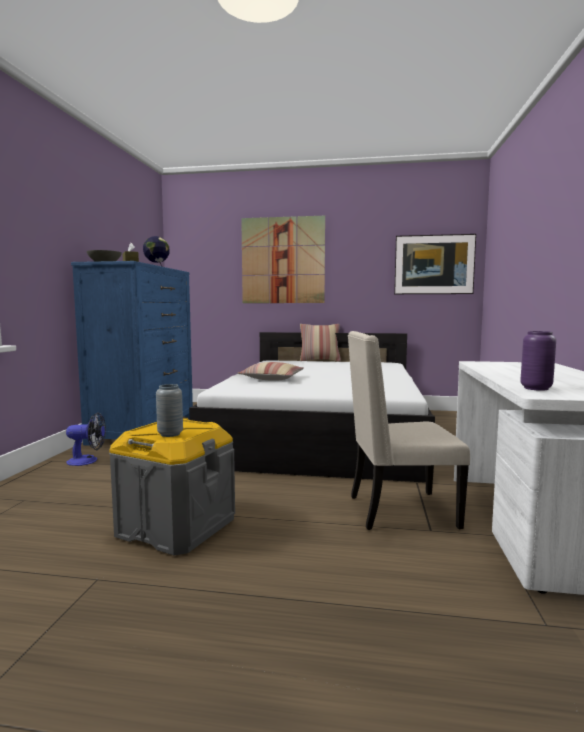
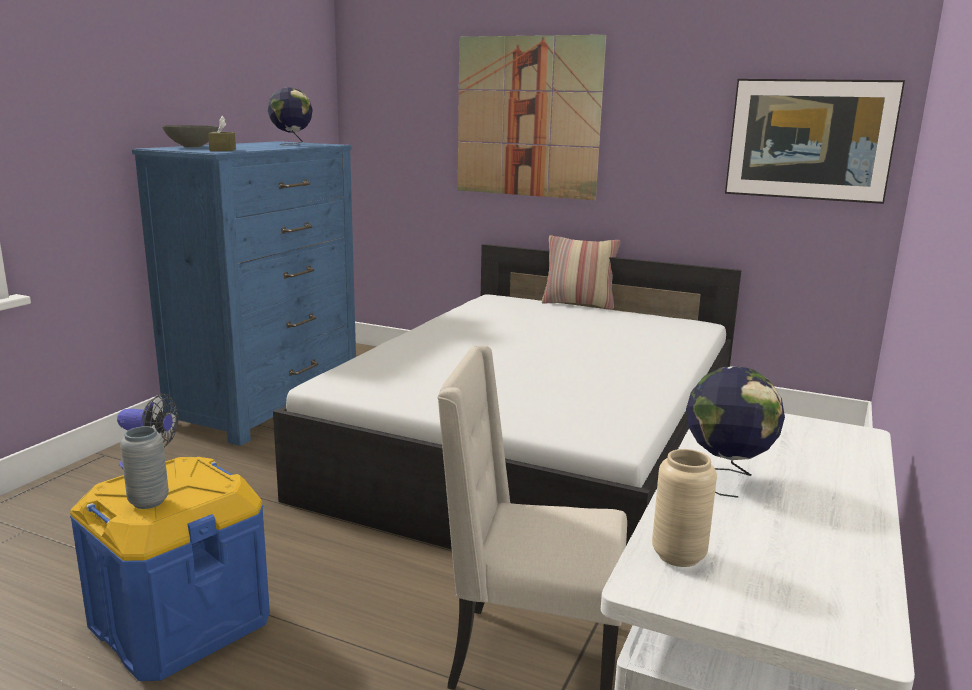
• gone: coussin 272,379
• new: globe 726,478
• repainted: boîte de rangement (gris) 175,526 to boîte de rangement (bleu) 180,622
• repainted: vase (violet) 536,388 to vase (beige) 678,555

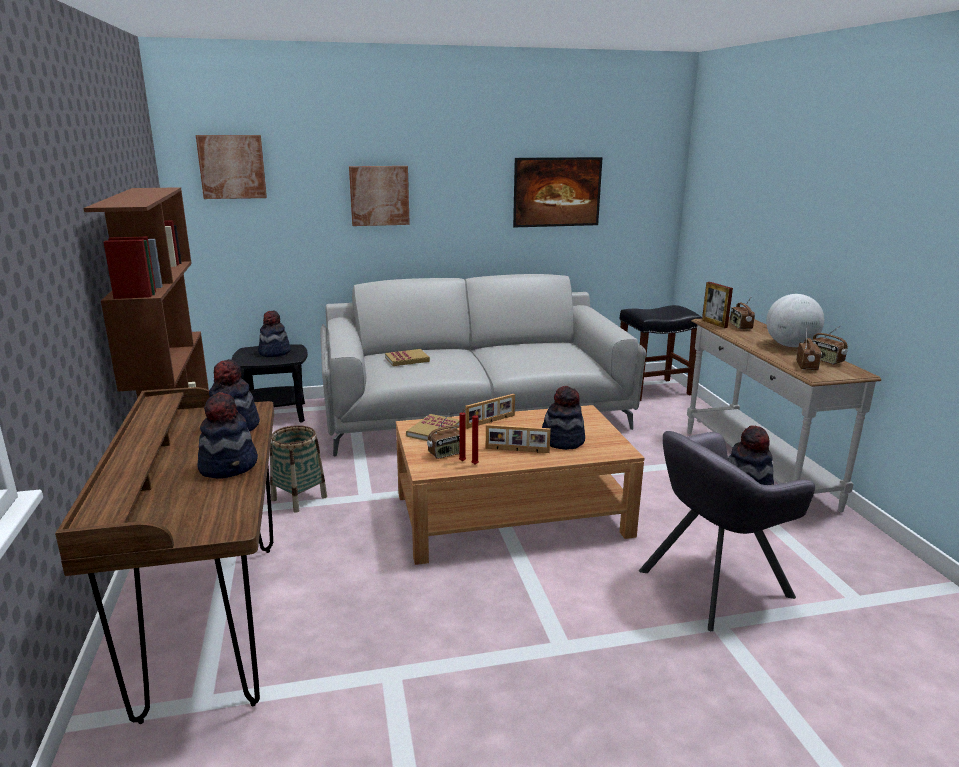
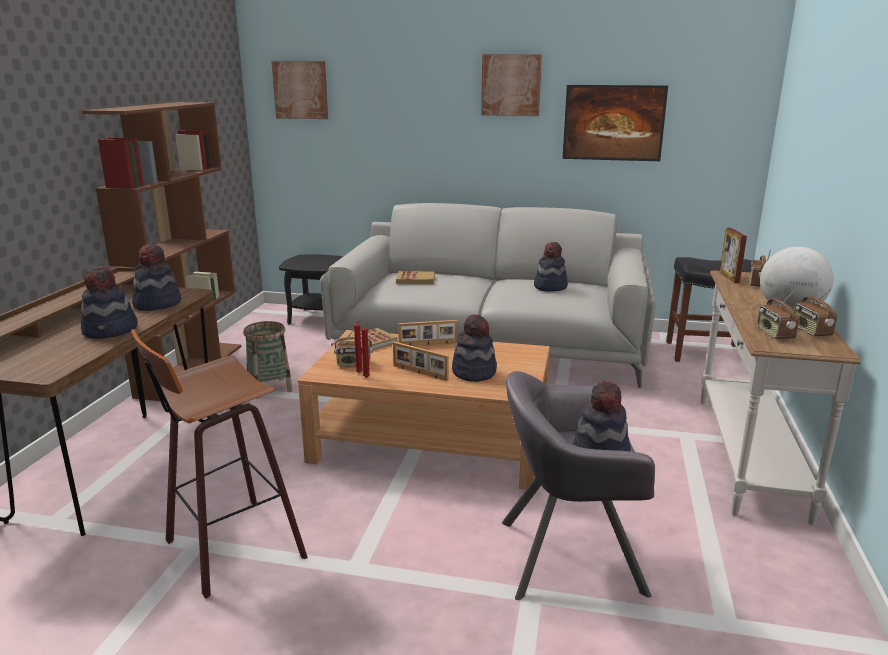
• new: tabouret 229,548
• shifted: chapeau 274,352 to 550,287
• shifted: tableau 379,195 to 511,85
• rotated: radio 807,366 = 774,334 135 degrees clockwise

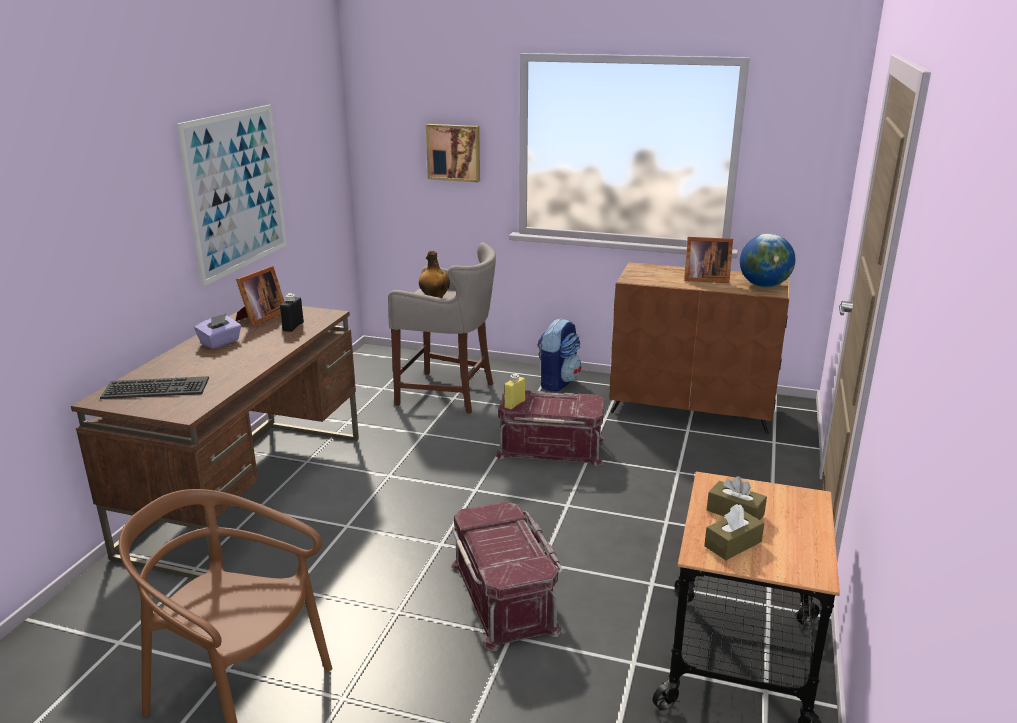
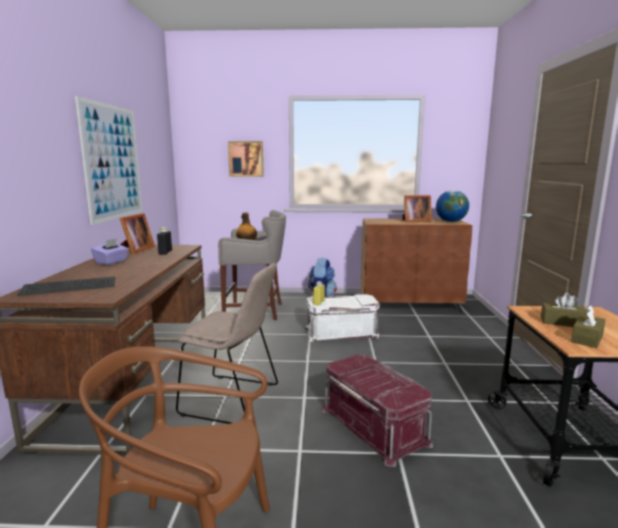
• new: chaise (beige) 233,400
• repainted: boîte de rangement (rouge) 551,447 to boîte de rangement (blanc) 341,332

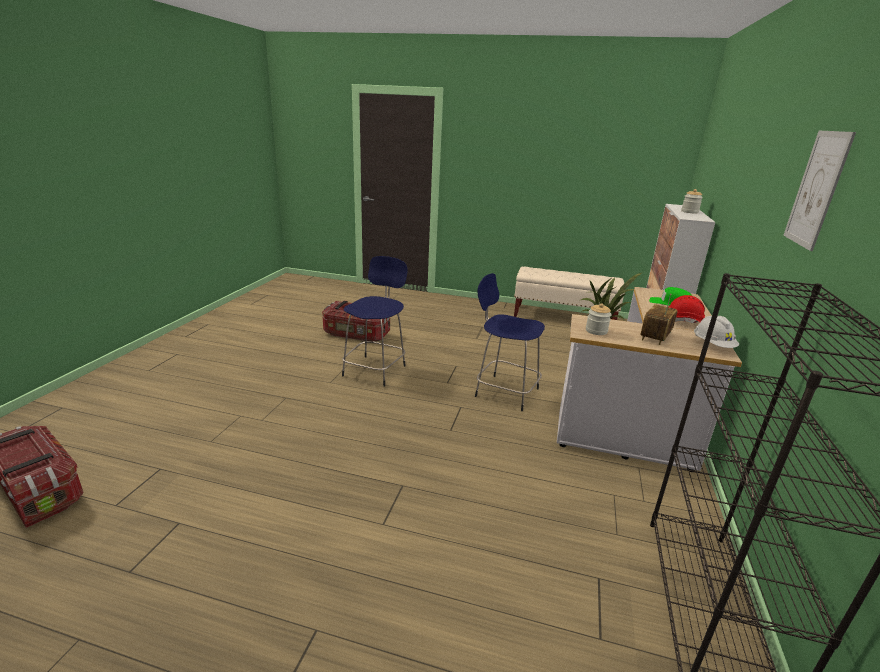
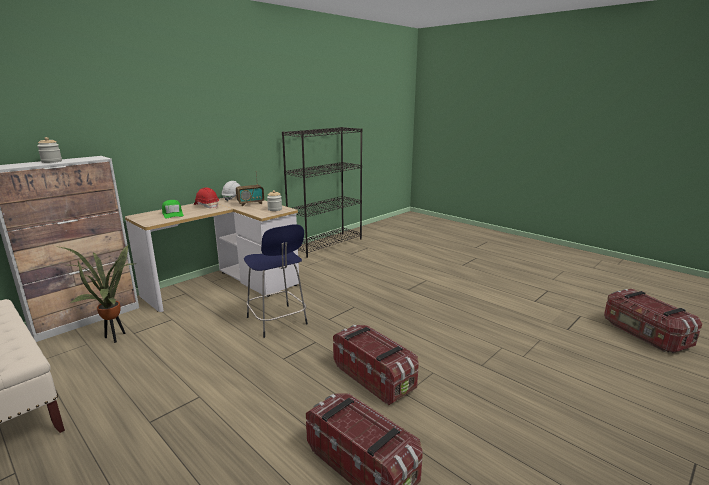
• gone: tableau 817,189
• swapped: tabouret (bleu) 375,369 to boîte de rangement 374,377

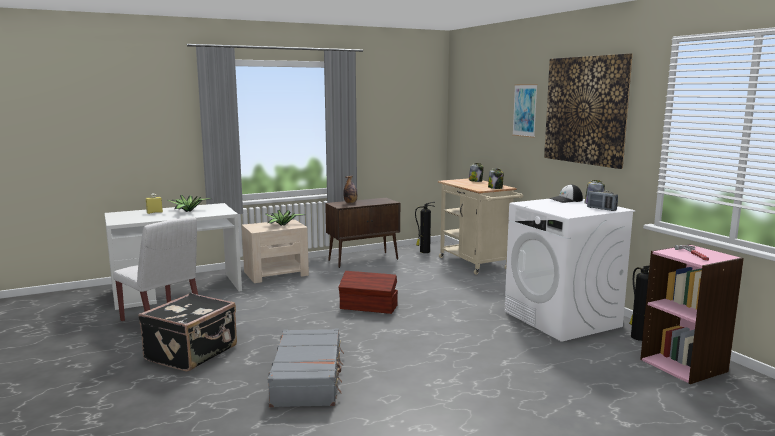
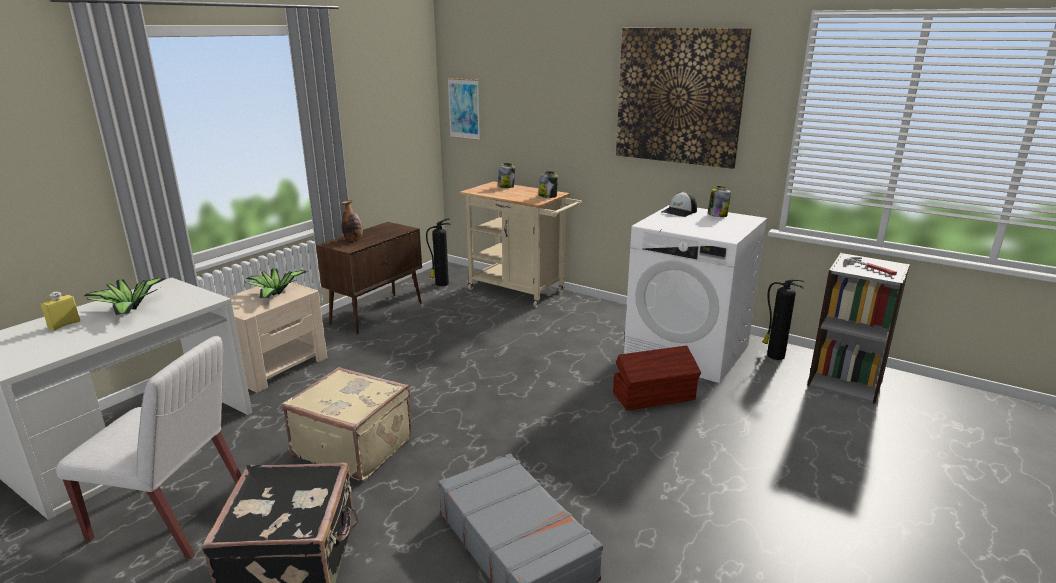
• gone: radio 601,209
• new: valise (beige) 354,447
• shifted: boîte de rangement (marron) 369,307 to 655,397
• shifted: tableau 525,110 to 464,109
• repainted: bibliothèque (rose) 684,365 to bibliothèque (gris) 846,381

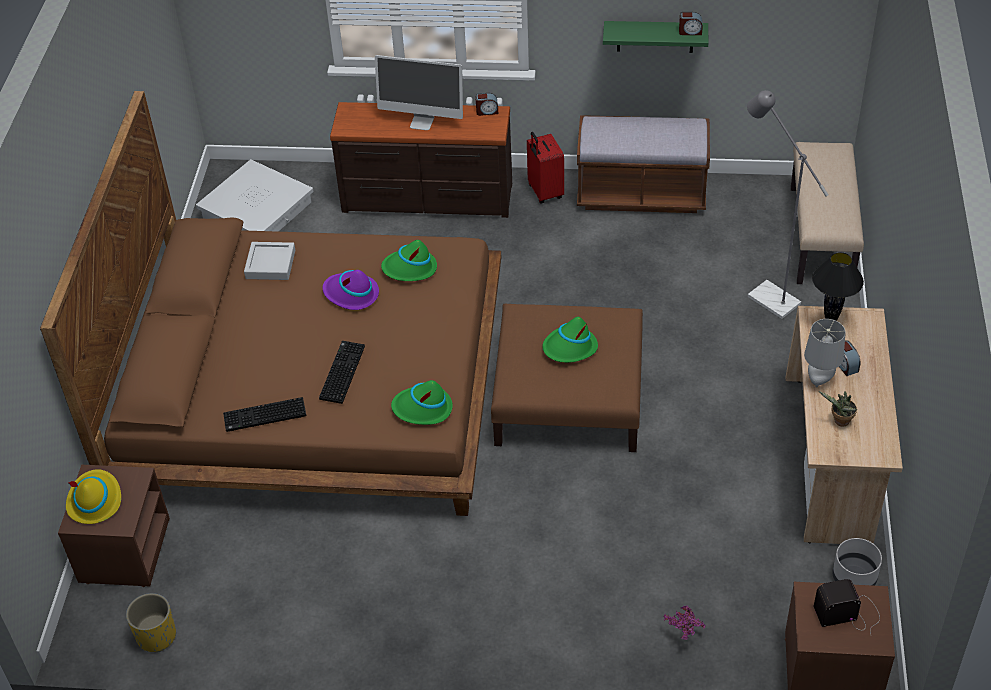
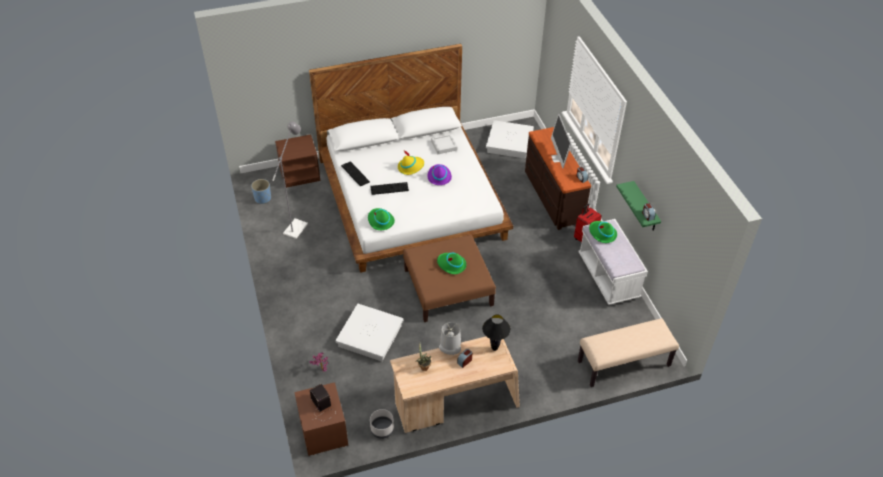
• new: boîte de rangement (blanc) 370,336
• shifted: chapeau (jaune) 94,500 to 410,167
• shifted: chapeau (vert) 410,269 to 602,233
• shifted: lampadaire (gris) 766,295 to 298,226
• repainted: lit (marron) 314,386 to lit (blanc) 411,198
• repainted: cache-pot (jaune) 156,636 to cache-pot (bleu) 262,198
• repainted: banc (marron) 641,194 to banc (blanc) 608,277

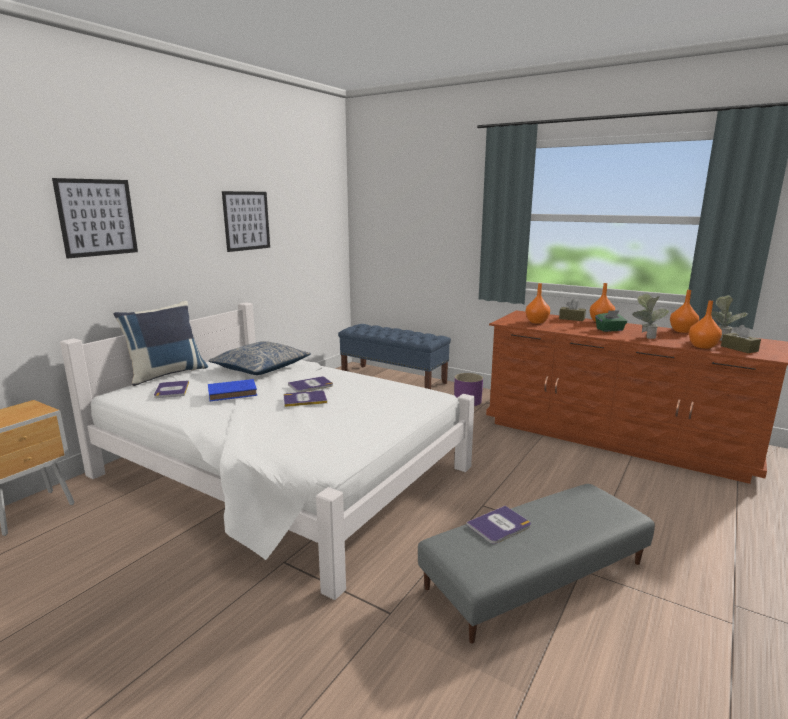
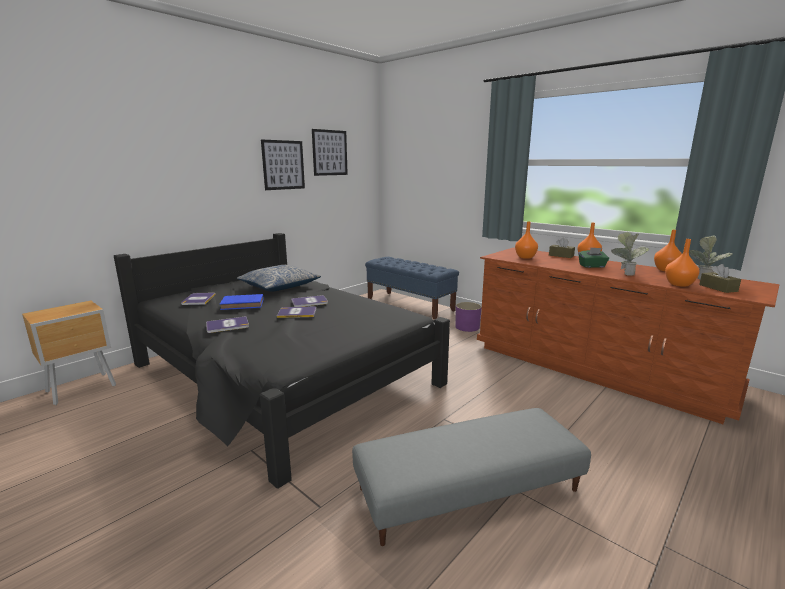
• gone: coussin (bleu) 166,374
• shifted: tableau 97,217 to 330,152
• shifted: livre 499,525 to 227,325
• repainted: lit (blanc) 281,473 to lit (noir) 283,375

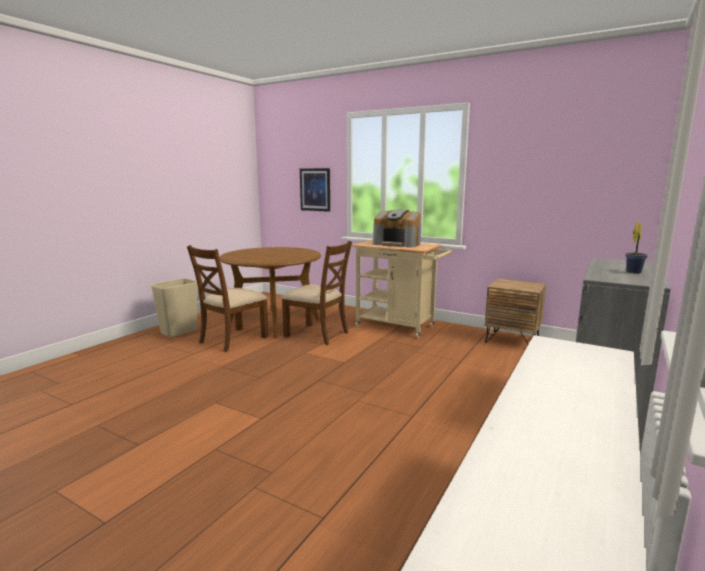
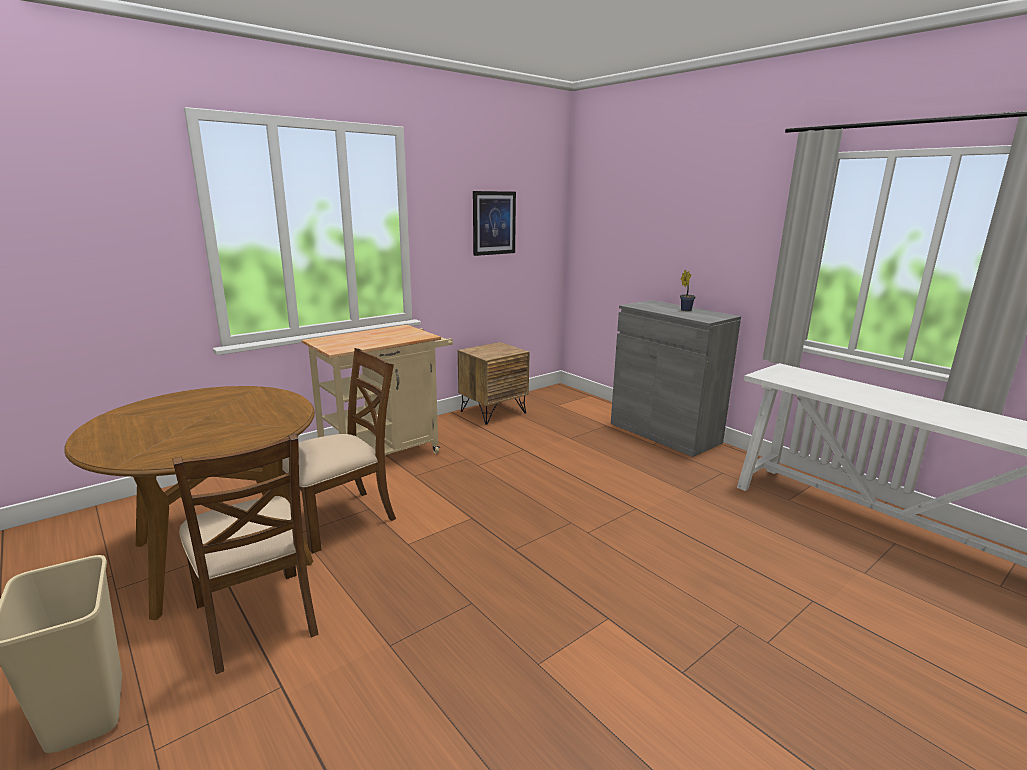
• gone: machine à café 397,244
• shifted: tableau 315,189 to 494,223

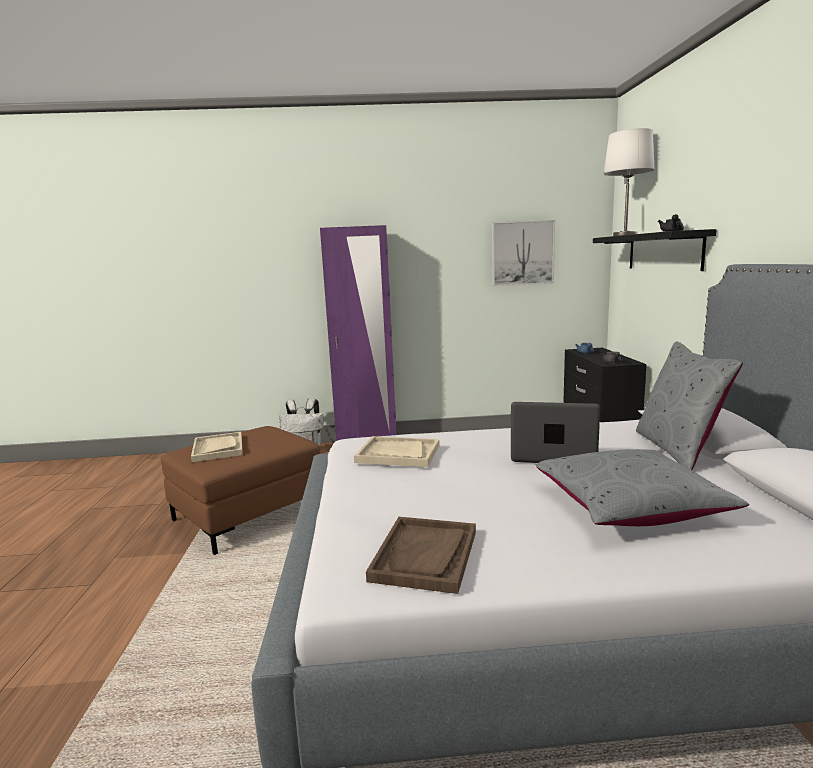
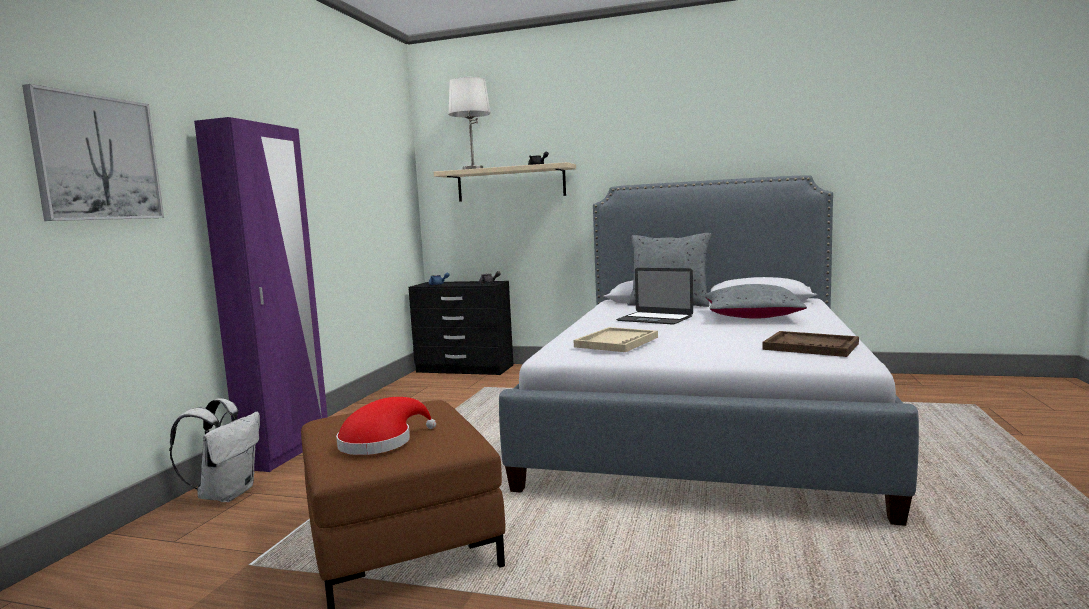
• shifted: tableau 522,253 to 97,158
• swapped: plateau (beige) 218,448 to chapeau (rouge) 381,442
• repainted: étagère (noir) 663,251 to étagère (beige) 510,183
• rotated: ordinateur portable 552,454 = 654,318 90 degrees counterclockwise

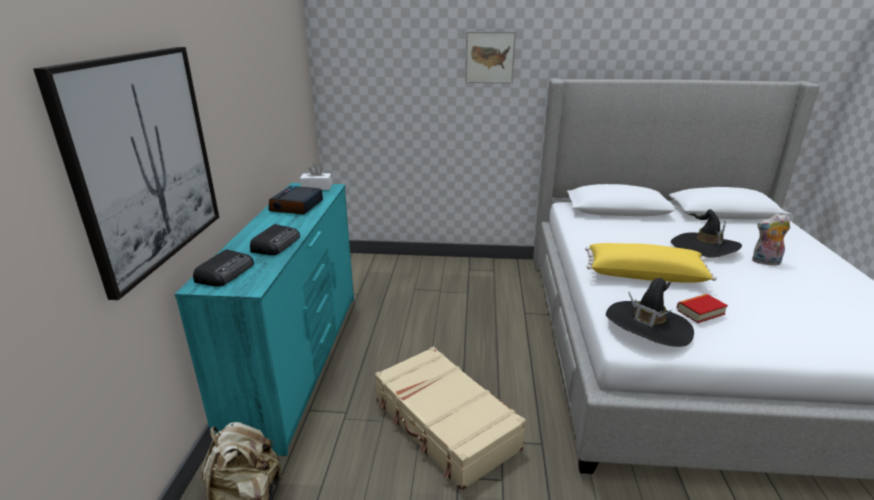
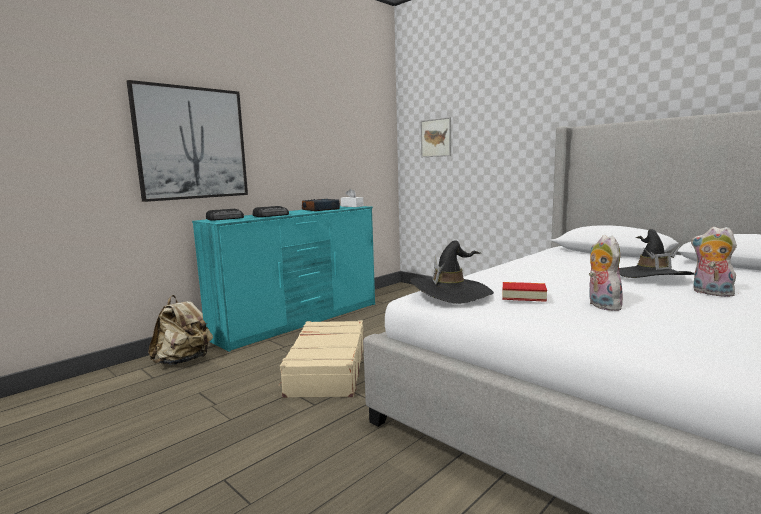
• gone: coussin (jaune) 644,274
• new: peluche 601,305
• shifted: tableau 490,57 to 436,138

